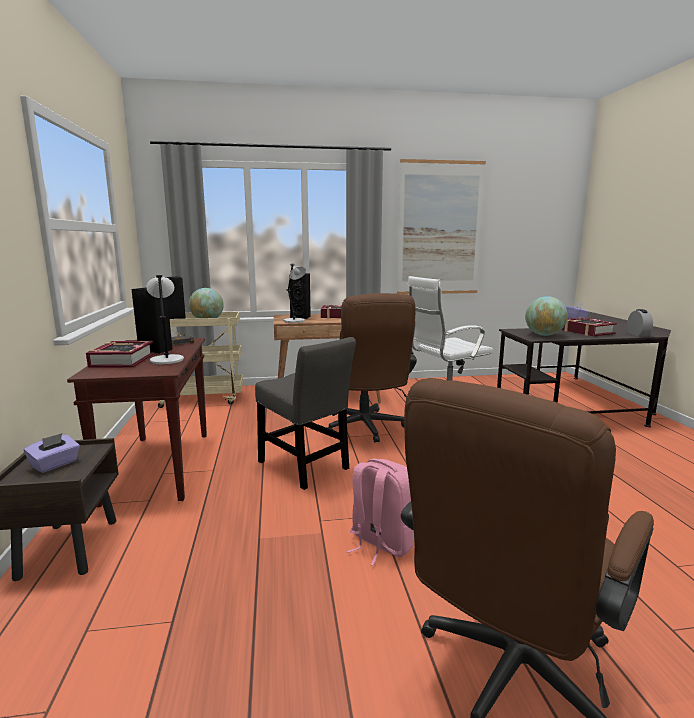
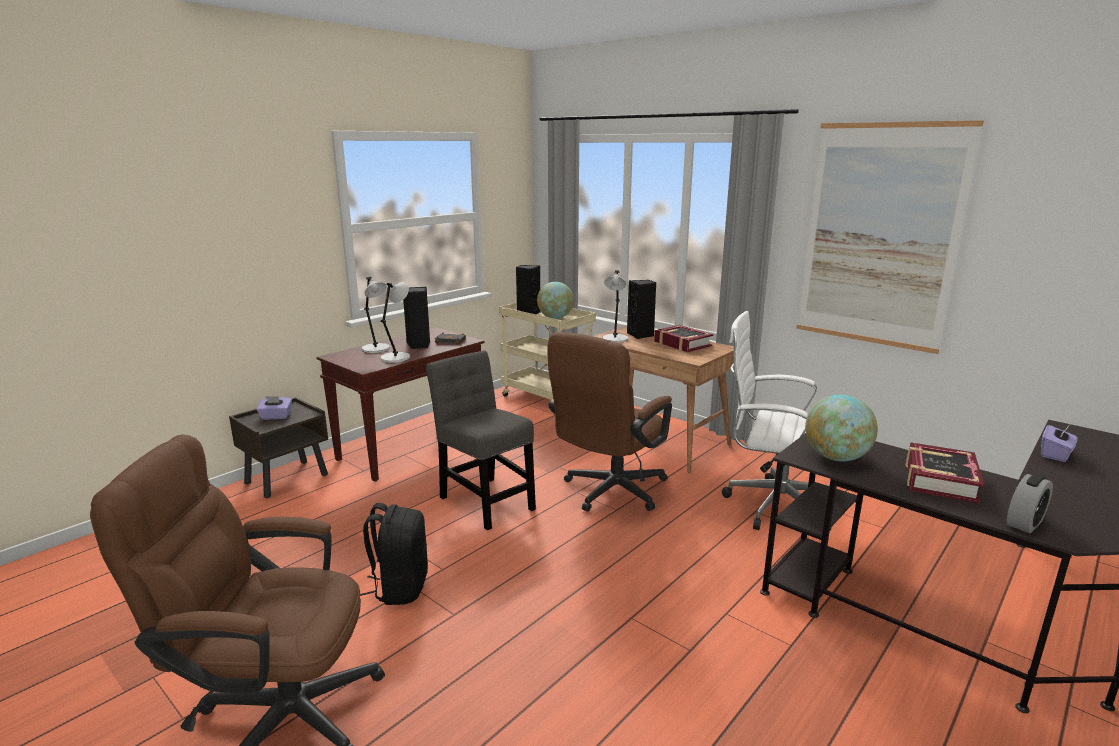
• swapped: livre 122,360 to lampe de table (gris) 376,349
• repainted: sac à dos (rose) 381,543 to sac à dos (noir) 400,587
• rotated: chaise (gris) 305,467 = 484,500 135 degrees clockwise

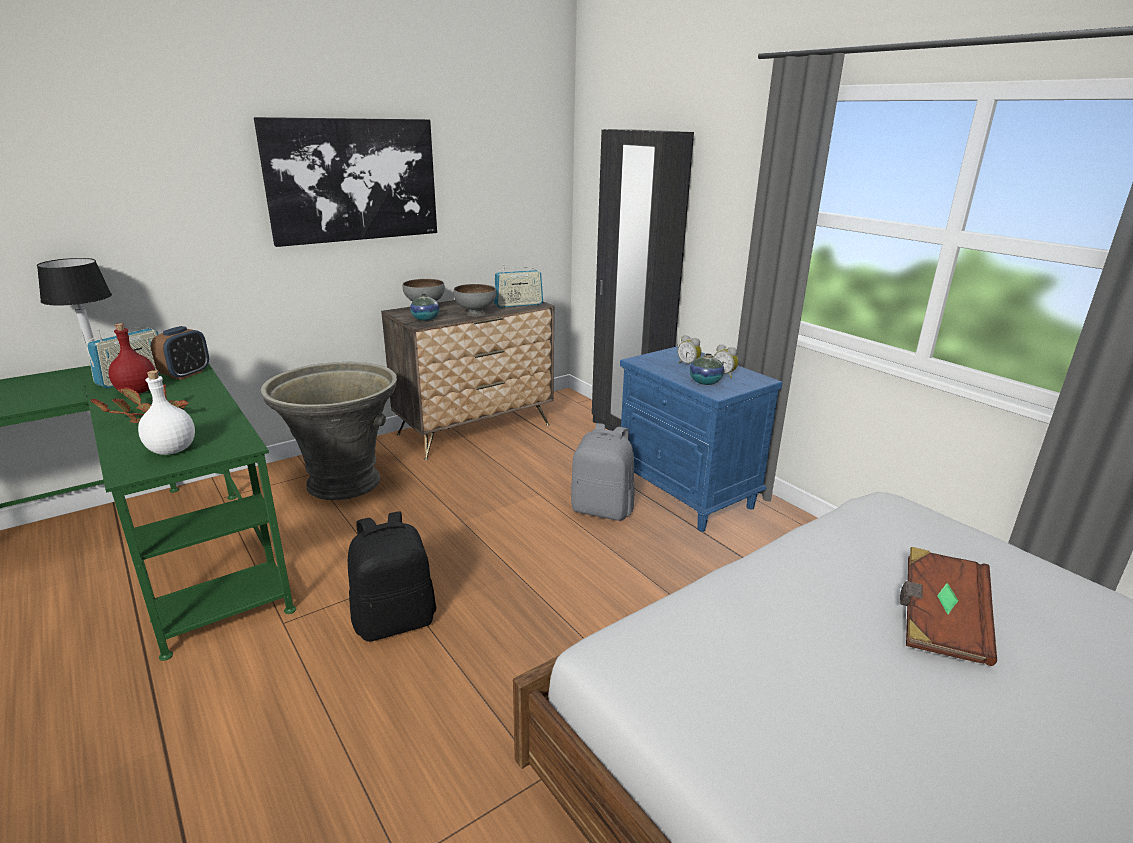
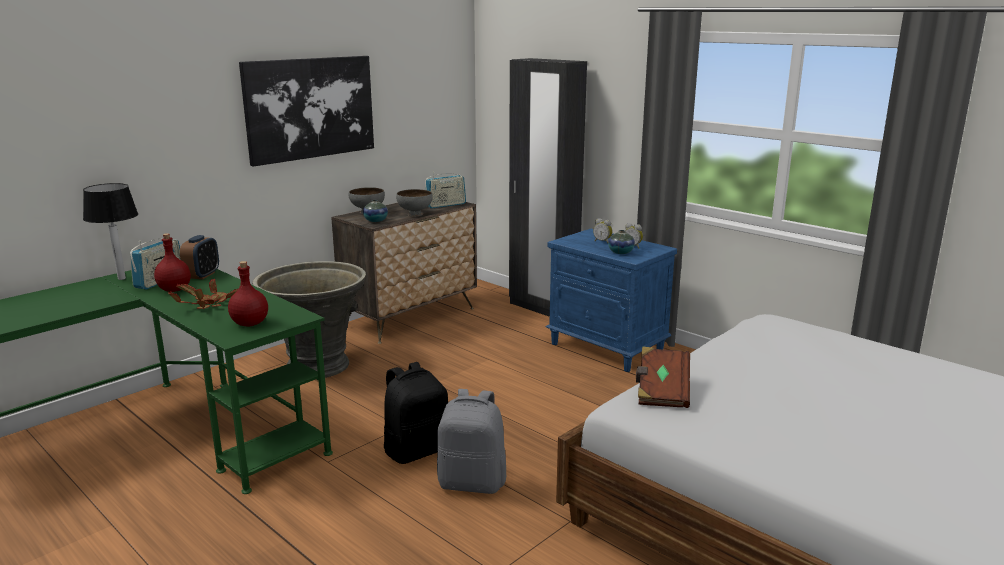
• shifted: sac à dos (gris) 602,509 to 472,482
• shifted: livre (marron) 939,622 to 661,391
• repainted: bouteille (blanc) 172,450 to bouteille (rouge) 250,324

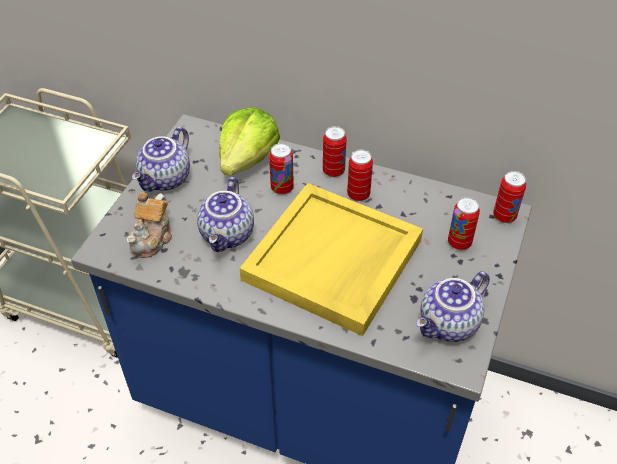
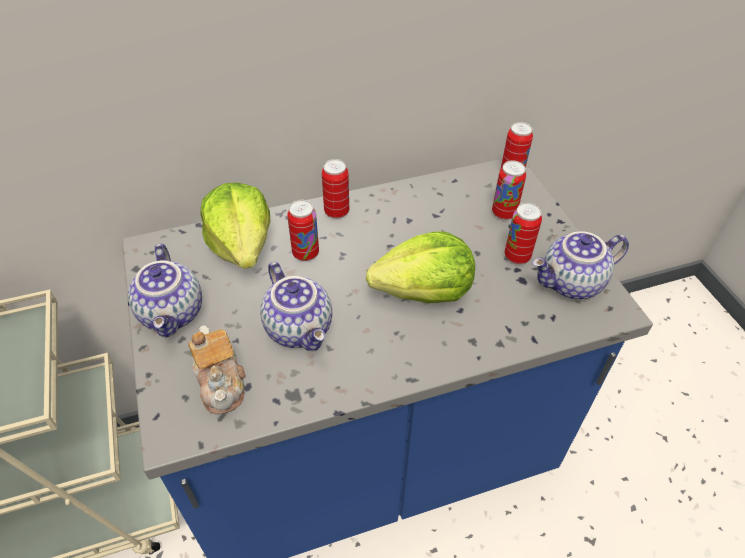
• shifted: boîte métallique 358,194 to 517,256
• swapped: plateau (jaune) 333,261 to laitue 424,291
• rotated: théière 449,325 = 571,284 60 degrees clockwise

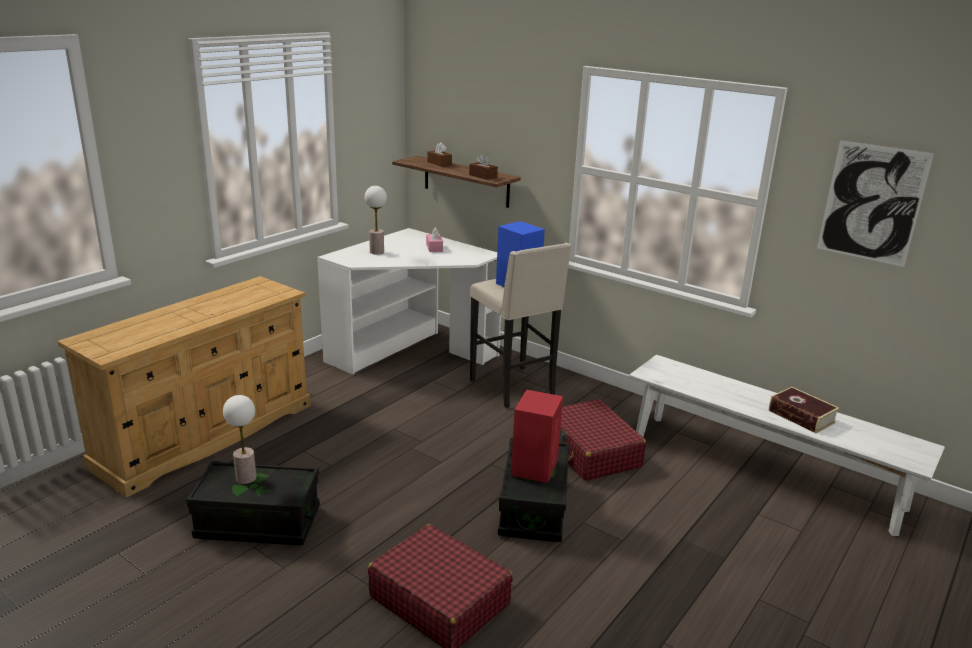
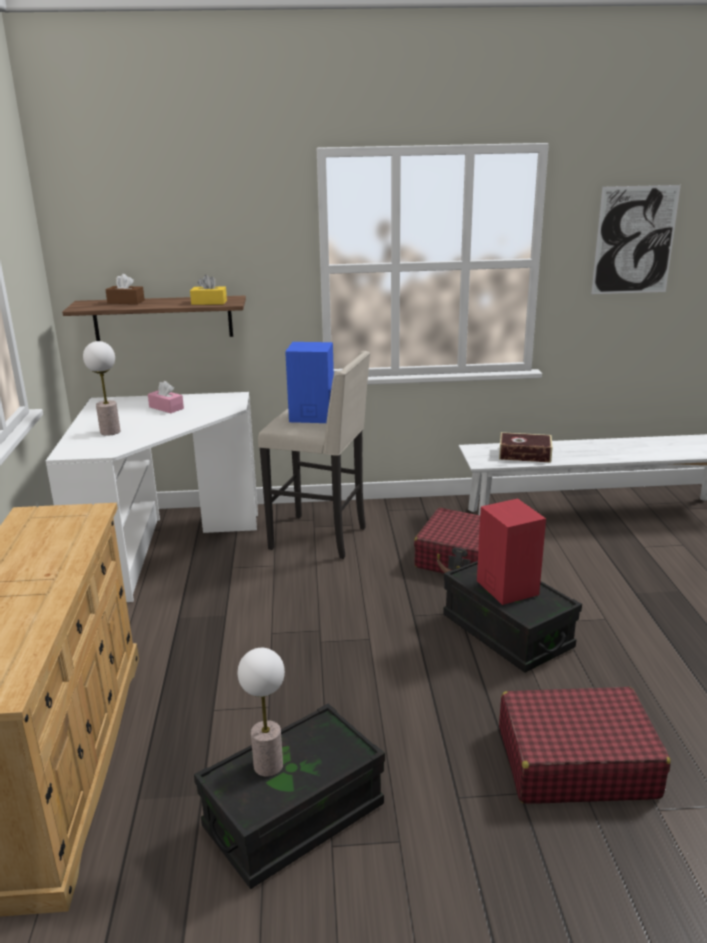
• shifted: livre 801,416 to 524,454
• repainted: boîte à mouchoirs (marron) 483,176 to boîte à mouchoirs (jaune) 209,302

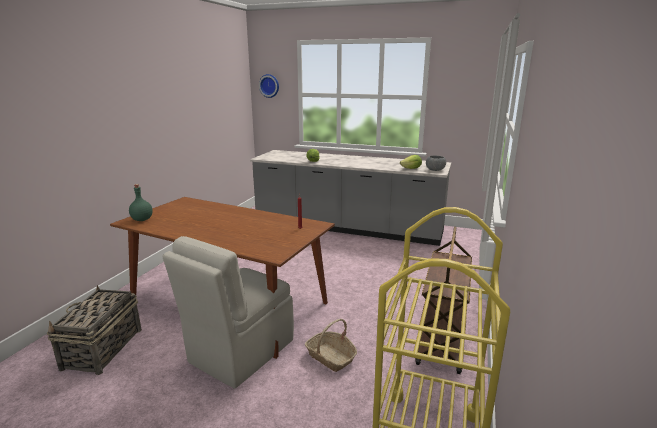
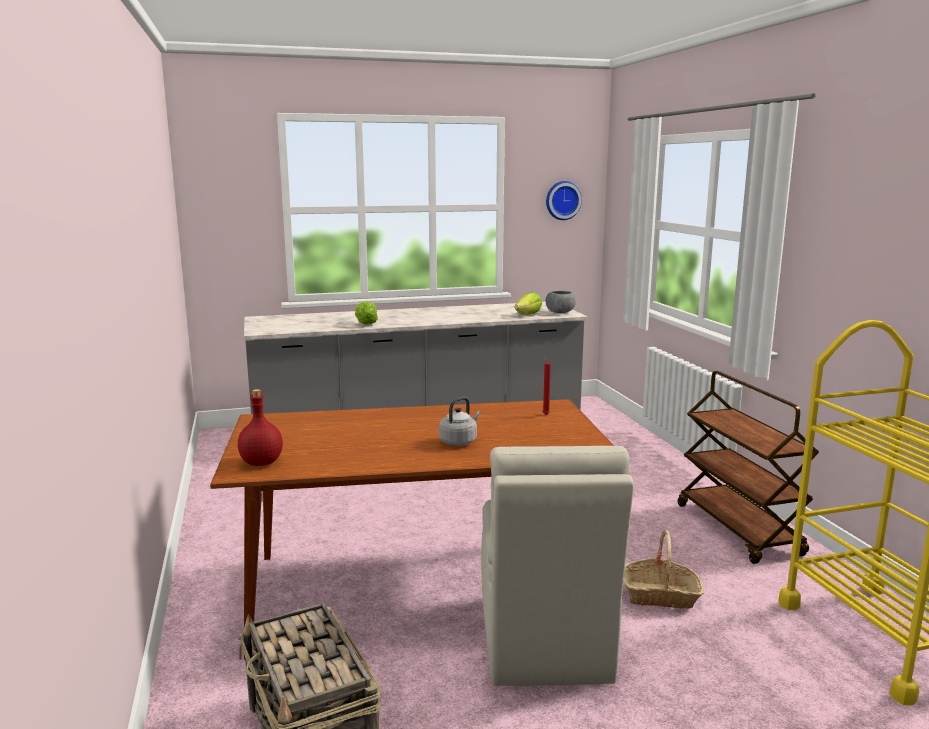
• new: bouilloire (gris) 459,441
• shifted: horloge murale 269,86 to 562,200
• repainted: bouteille (vert) 141,220 to bouteille (rouge) 261,463

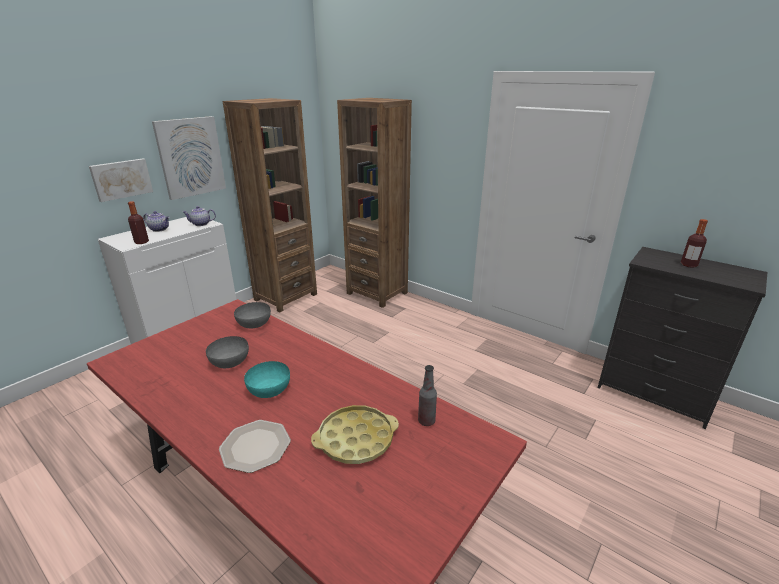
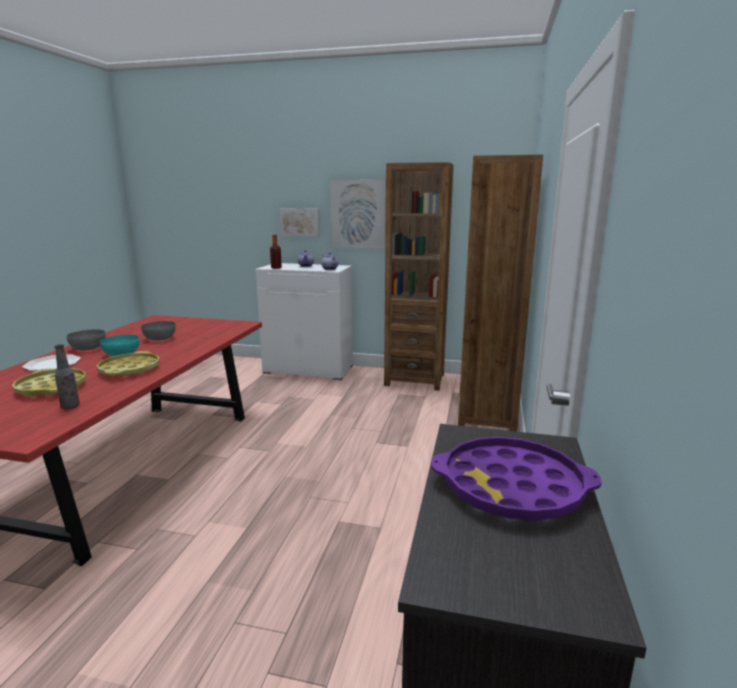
• new: plateau (jaune) 129,369
• shifted: bol (gris) 254,324 to 88,348
• swapped: bouteille 688,265 to plateau (violet) 511,488

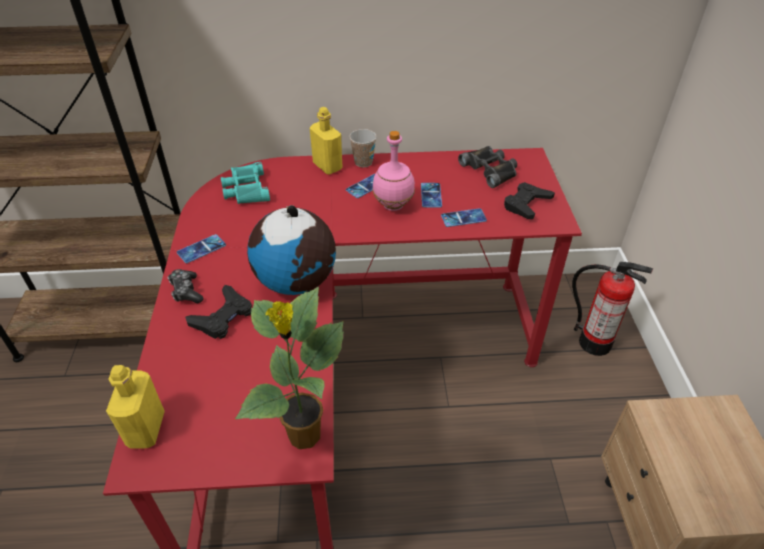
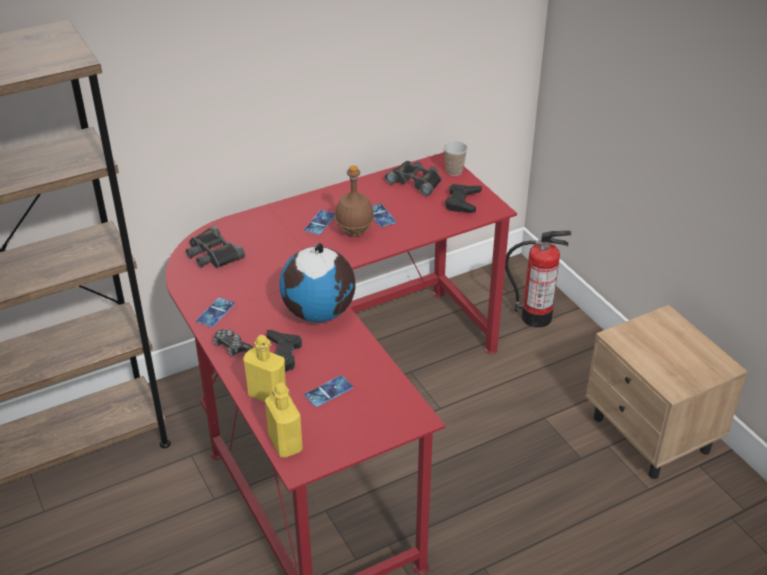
• gone: plante en pot 304,437
• shifted: bouteille (jaune) 327,166 to 267,395
• shifted: tasse 363,162 to 454,171
• shifted: téléphone 463,218 to 329,391
• repainted: jumelles (turquoise) 246,189 to jumelles (noir) 213,254
• repainted: bouteille (rose) 392,206 to bouteille (marron) 354,232

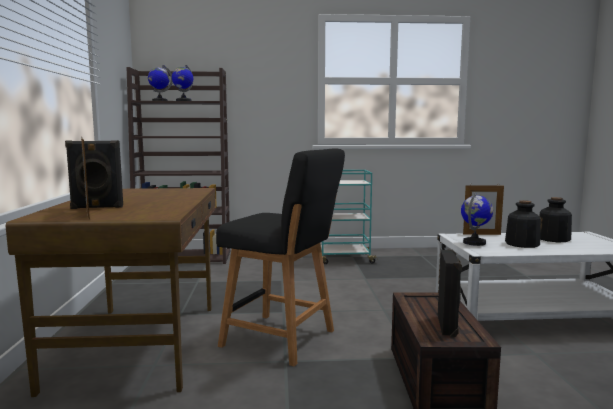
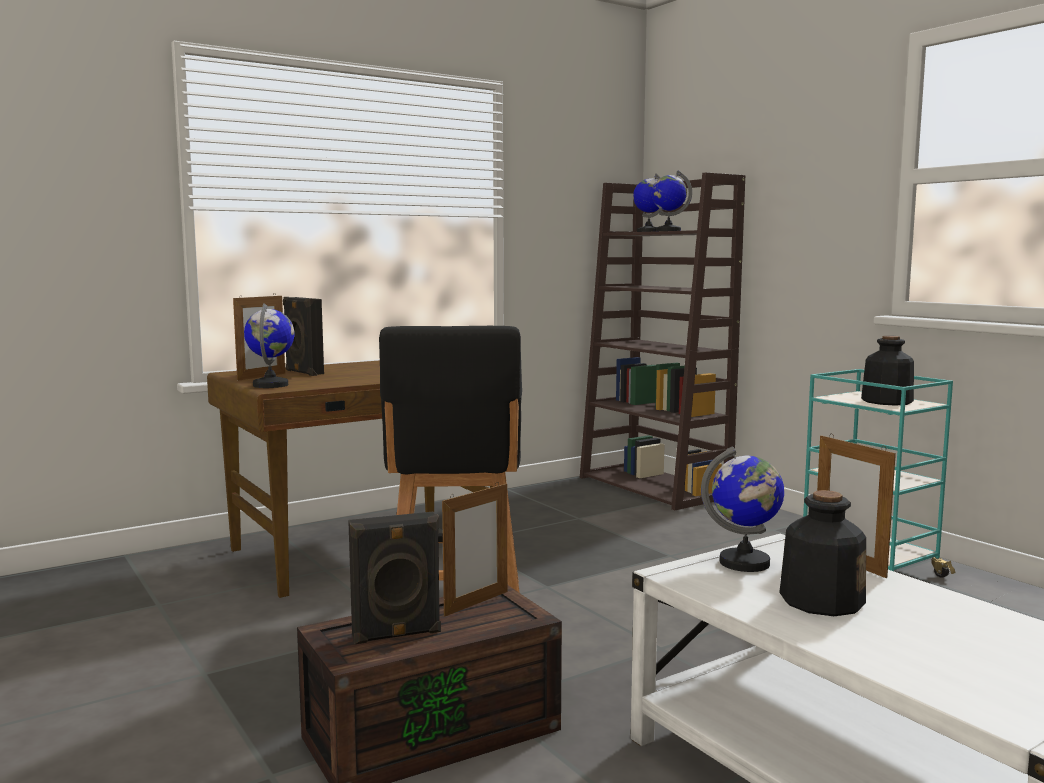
• new: globe 271,385
• new: cadre photo 476,603
• shifted: bouteille 553,239 to 886,401

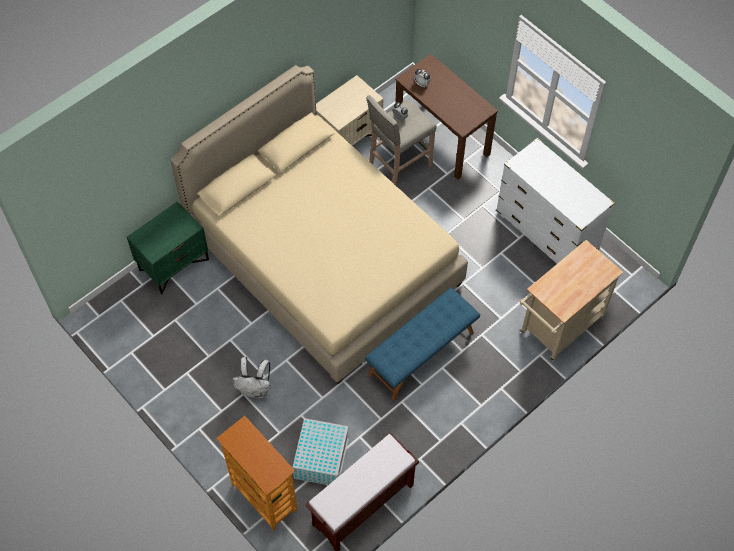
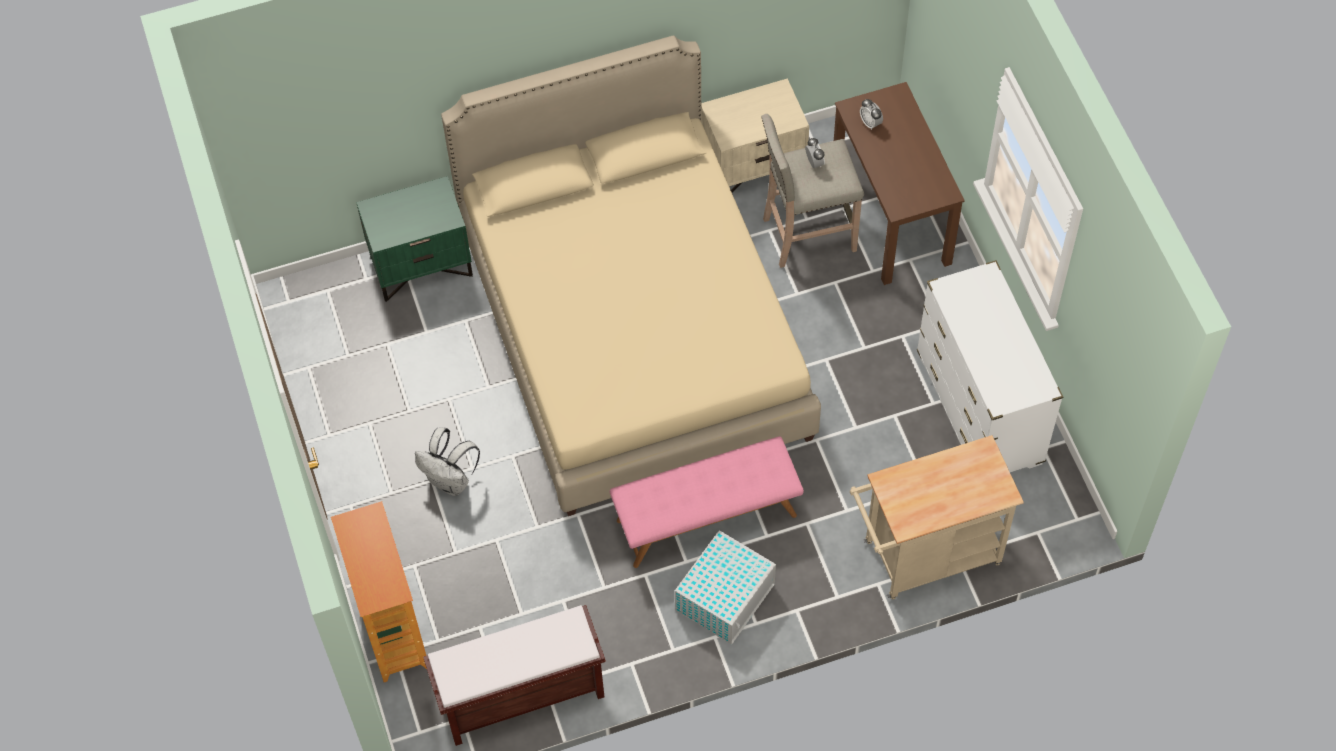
• shifted: boîte de rangement (blanc) 321,457 to 726,596
• repainted: banc (bleu) 421,353 to banc (rose) 706,517

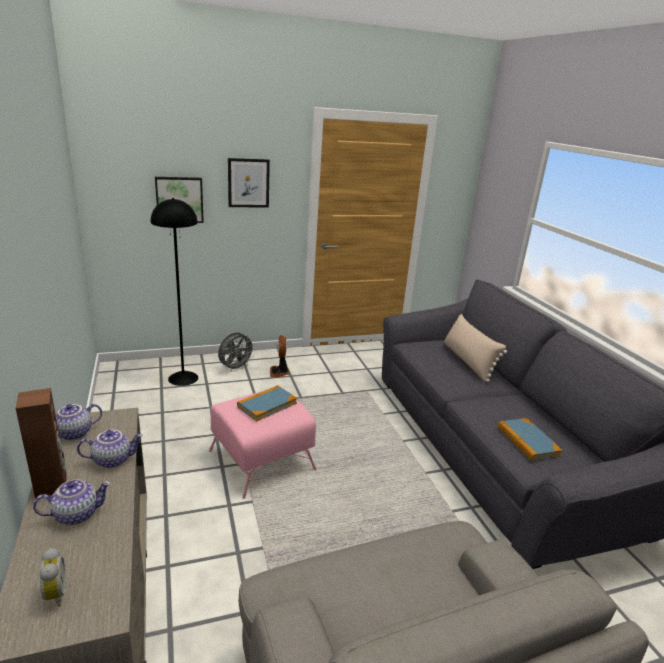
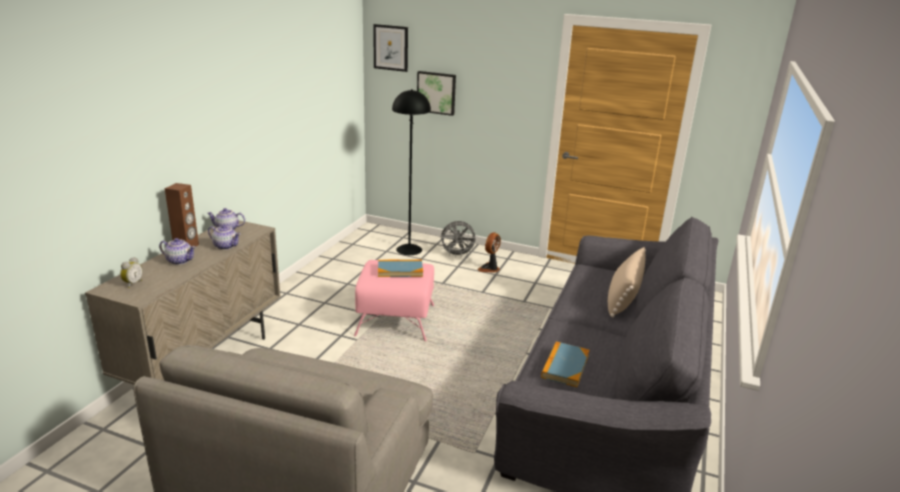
• shifted: tableau 248,183 to 391,47

